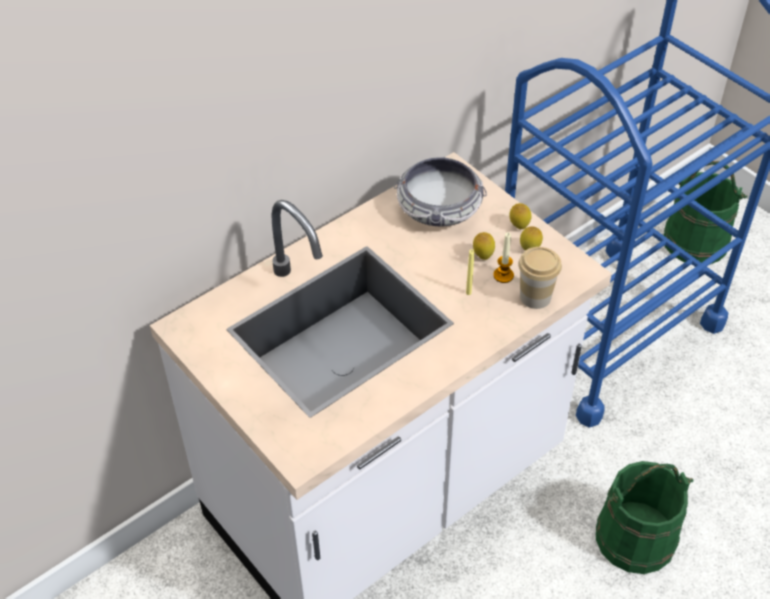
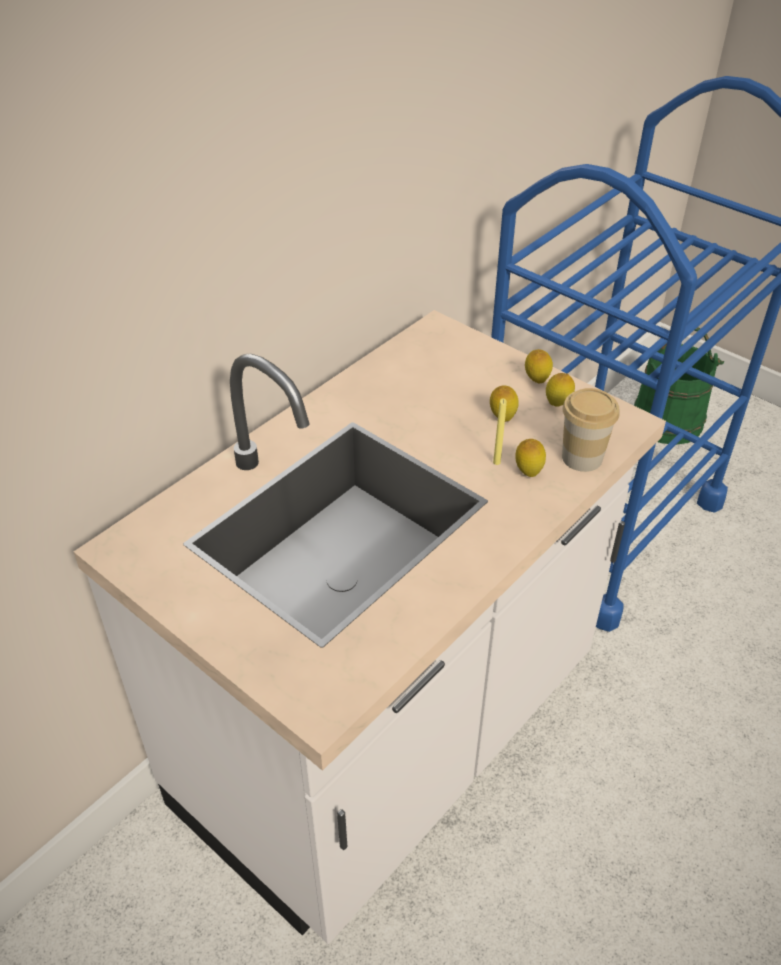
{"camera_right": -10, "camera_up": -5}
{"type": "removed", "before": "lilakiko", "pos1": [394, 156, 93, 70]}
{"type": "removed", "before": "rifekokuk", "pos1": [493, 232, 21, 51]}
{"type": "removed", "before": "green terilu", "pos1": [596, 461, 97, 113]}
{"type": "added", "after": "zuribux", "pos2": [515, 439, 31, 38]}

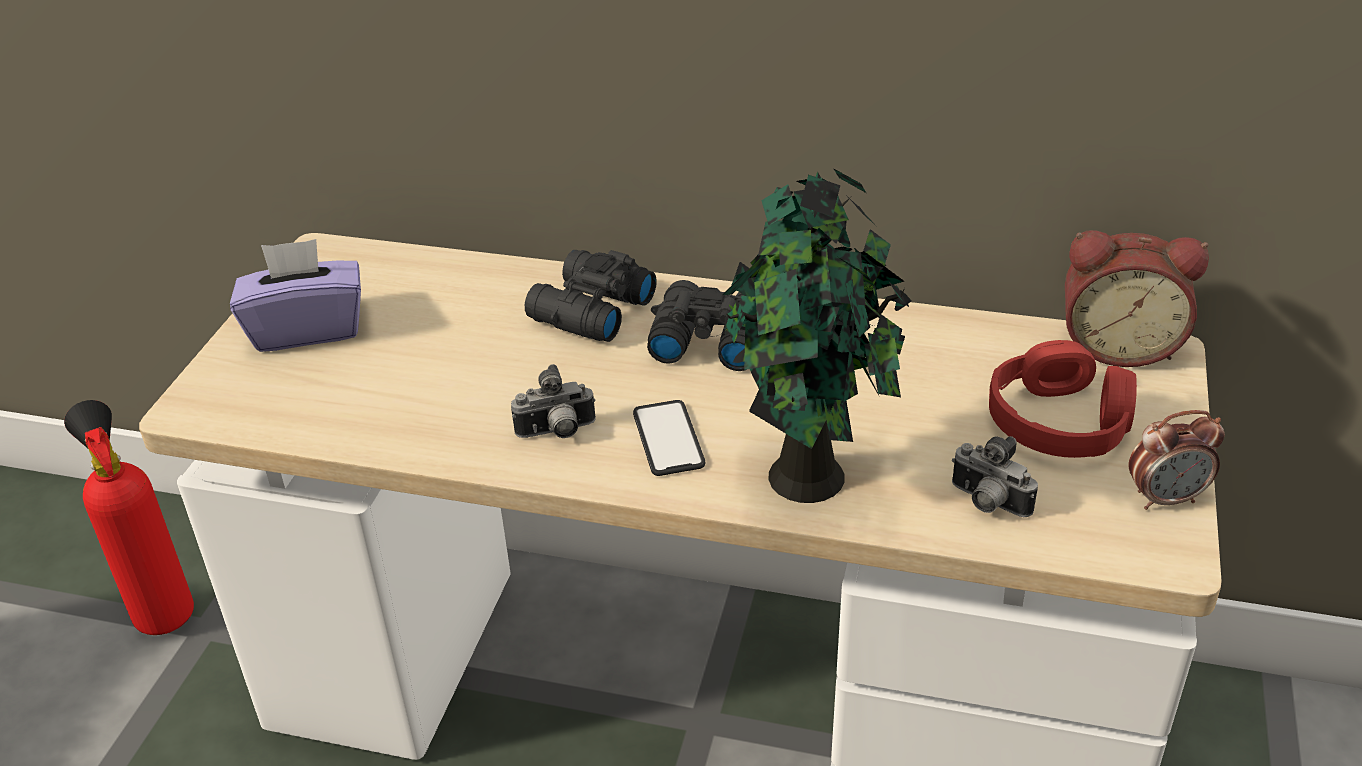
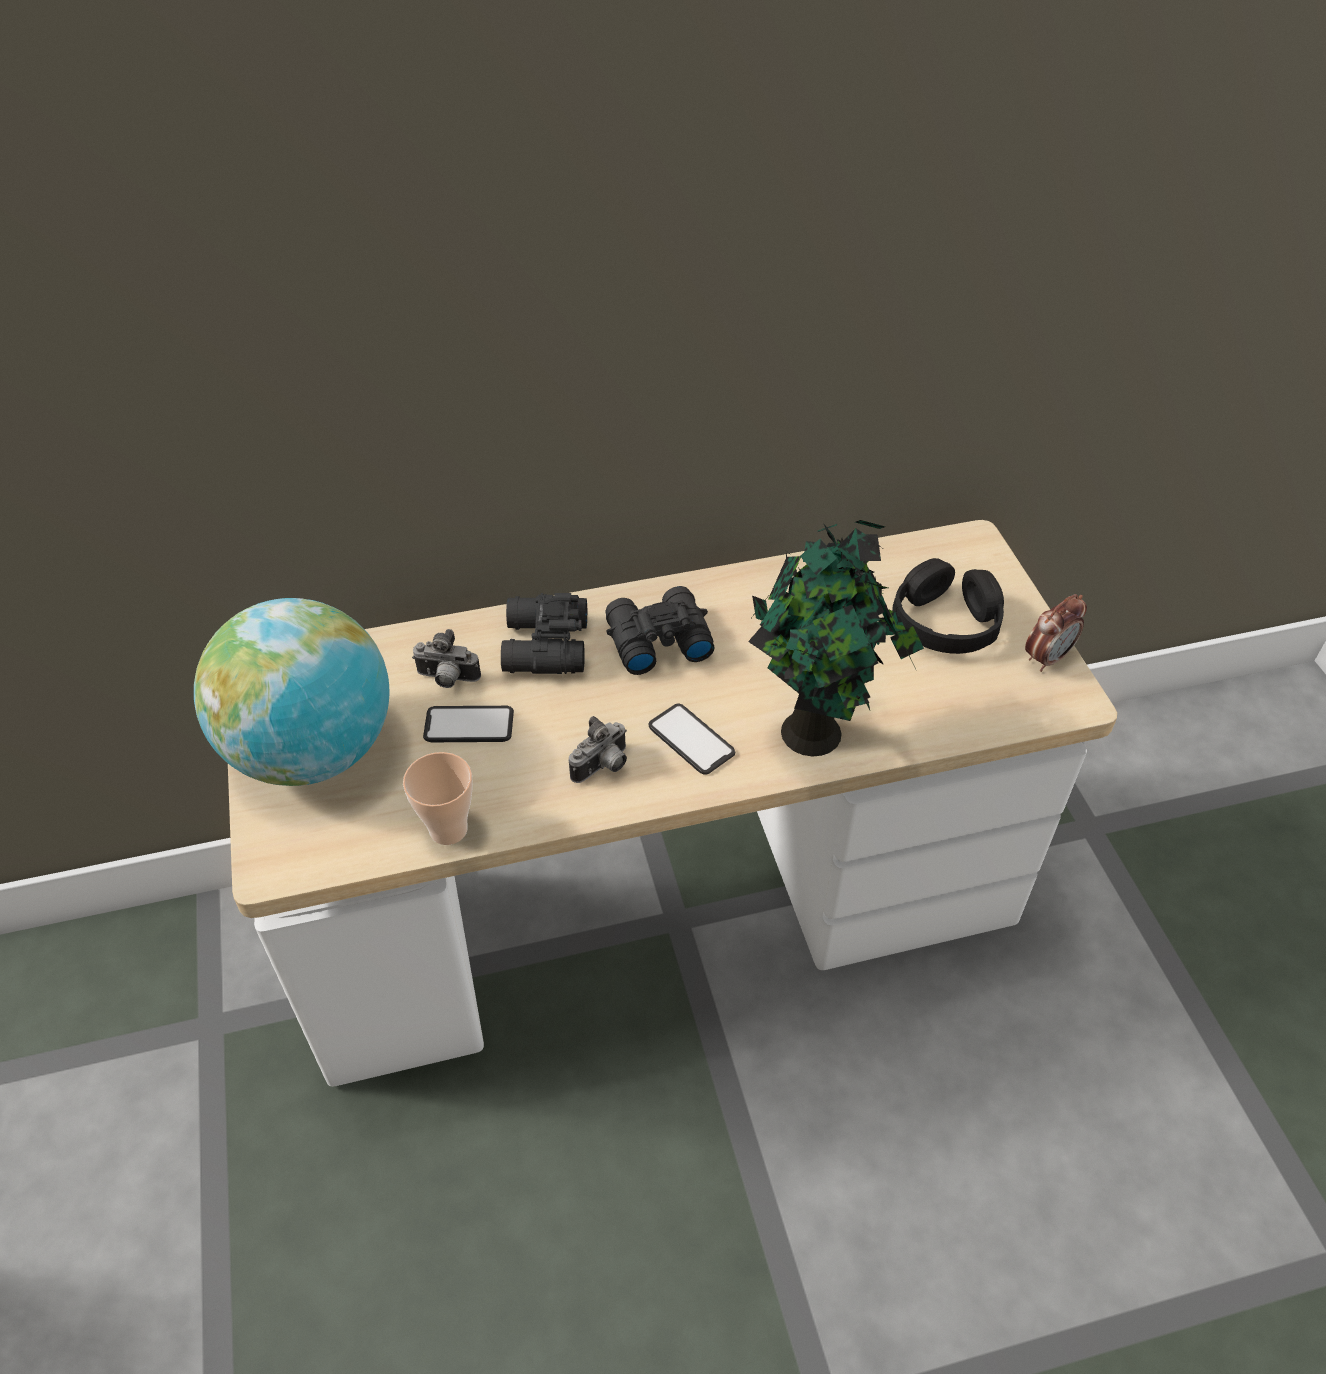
{"camera_right": -30, "camera_up": 10}
{"type": "removed", "before": "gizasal", "pos1": [1065, 230, 144, 137]}
{"type": "replaced", "before": "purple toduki", "after": "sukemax", "pos1": [230, 239, 131, 113], "pos2": [194, 598, 196, 188]}
{"type": "recoloured", "before": "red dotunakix", "after": "black dotunakix", "pos1": [989, 340, 148, 118], "pos2": [892, 558, 112, 96]}
{"type": "removed", "before": "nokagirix", "pos1": [64, 400, 130, 235]}
{"type": "moved", "before": "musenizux", "pos1": [952, 436, 86, 81], "pos2": [412, 629, 69, 59]}
{"type": "added", "after": "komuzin", "pos2": [423, 706, 91, 36]}
{"type": "added", "after": "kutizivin", "pos2": [403, 752, 70, 93]}

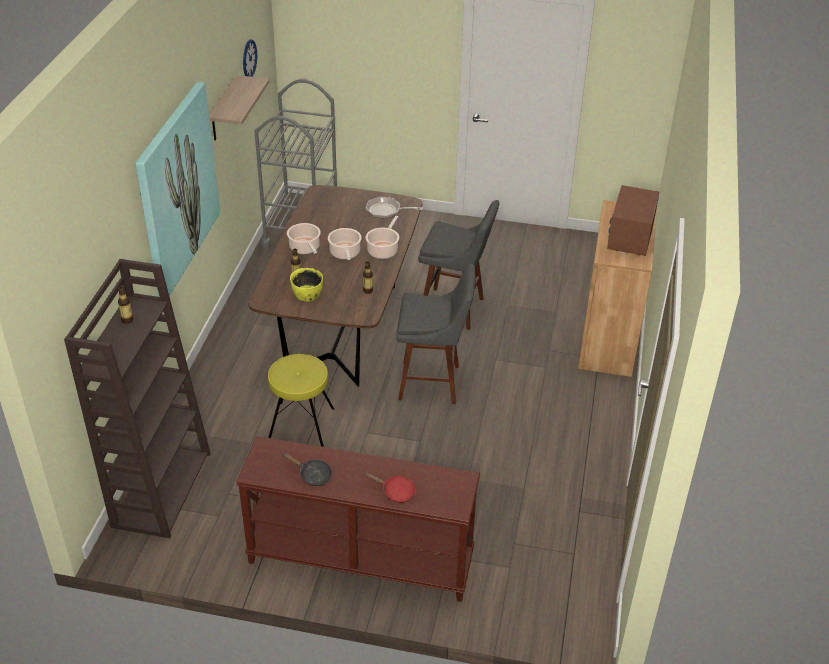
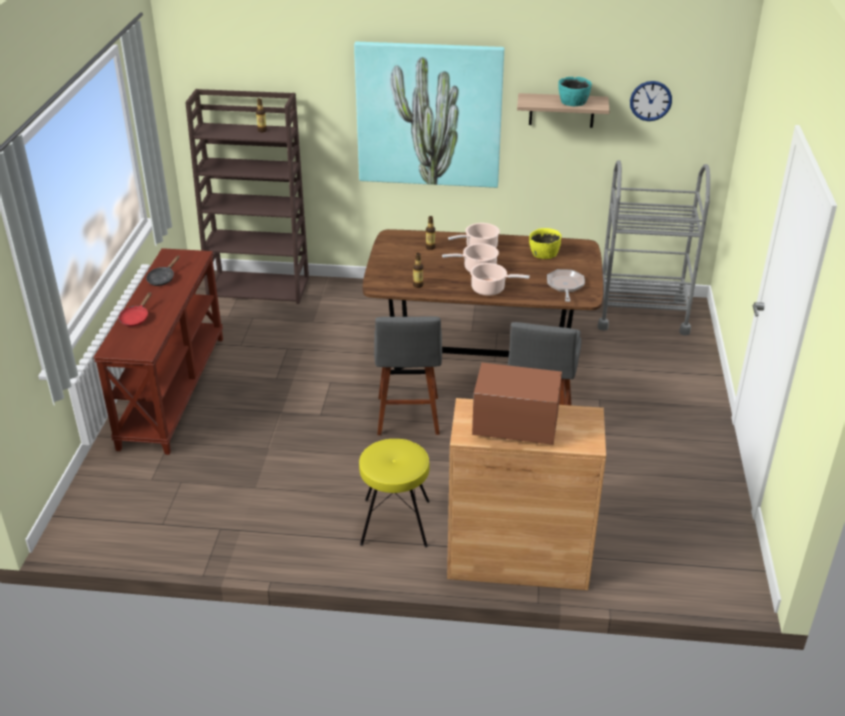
{"camera_right": 85, "camera_up": -5}
{"type": "moved", "before": "yellow lilakiko", "pos1": [290, 268, 33, 33], "pos2": [529, 228, 32, 31]}
{"type": "moved", "before": "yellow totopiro", "pos1": [268, 354, 66, 93], "pos2": [359, 439, 71, 108]}
{"type": "added", "after": "turquoise lilakiko", "pos2": [558, 77, 34, 29]}

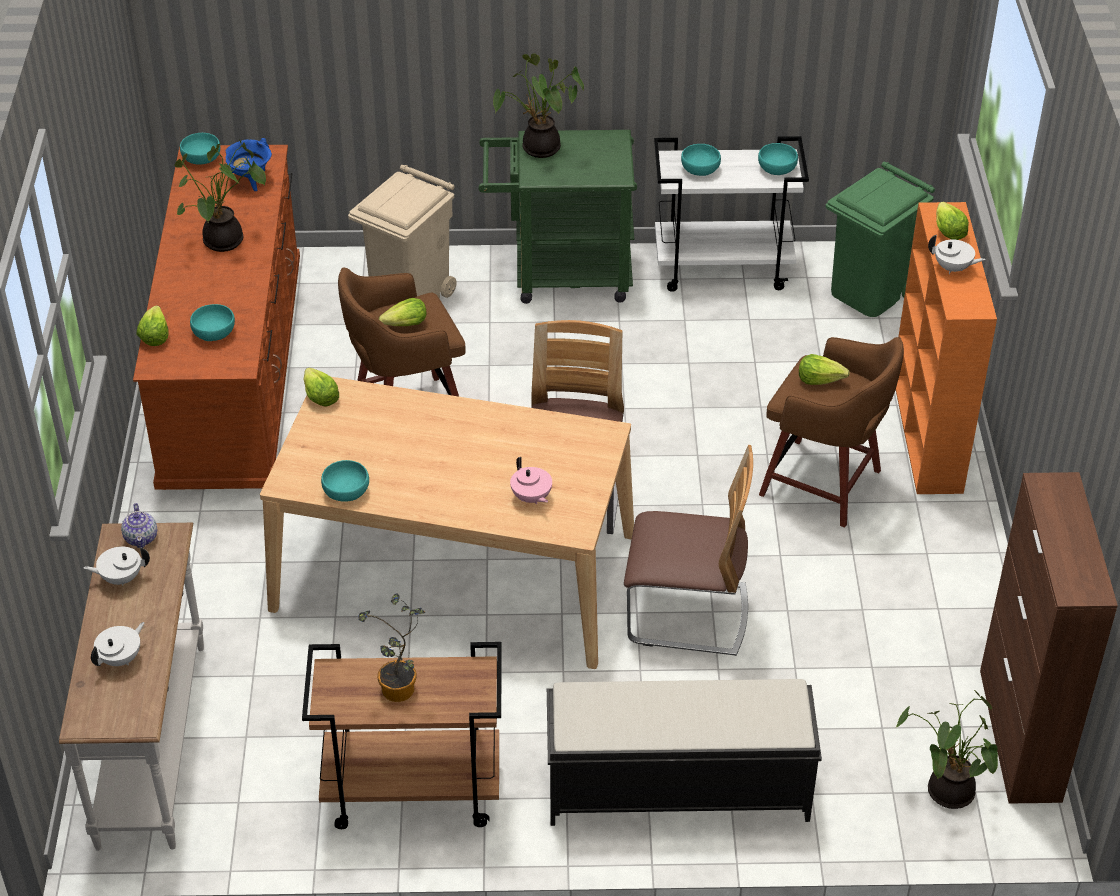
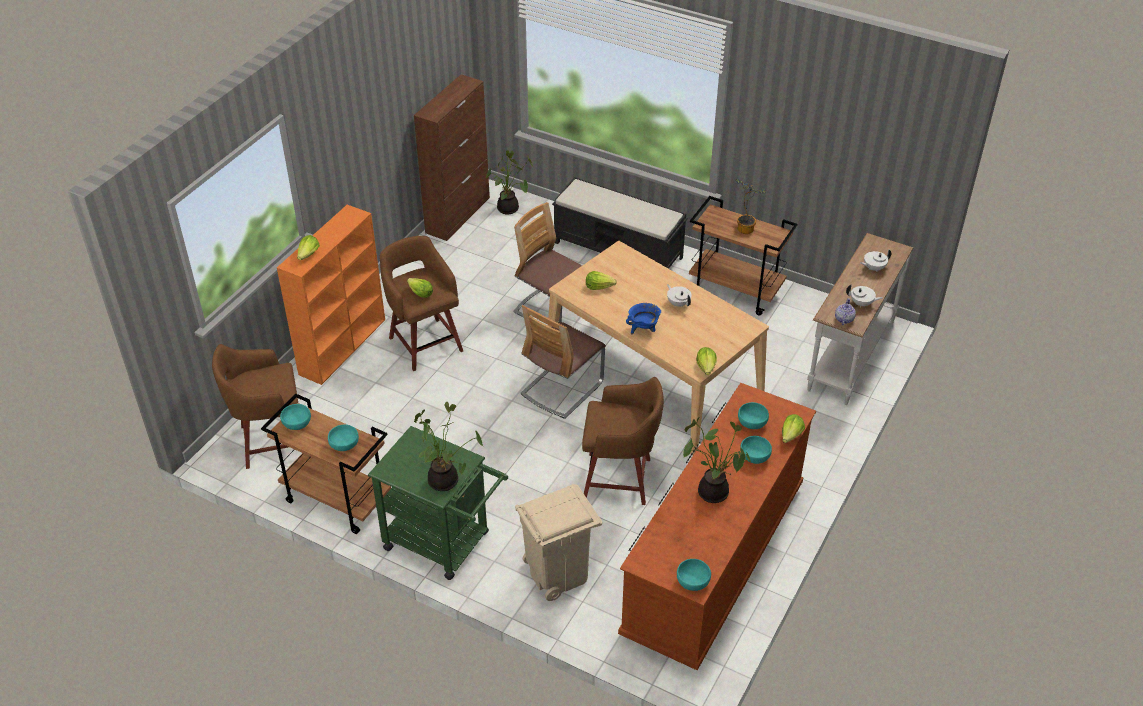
{"camera_right": -150, "camera_up": 0}
{"type": "recoloured", "before": "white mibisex", "after": "brown mibisex", "pos1": [654, 136, 155, 156], "pos2": [261, 394, 130, 140]}
{"type": "moved", "before": "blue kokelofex", "pos1": [225, 138, 47, 53], "pos2": [626, 303, 35, 32]}
{"type": "replaced", "before": "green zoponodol", "after": "brown totopiro", "pos1": [826, 162, 109, 155], "pos2": [212, 344, 86, 125]}
{"type": "moved", "before": "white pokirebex", "pos1": [928, 235, 58, 39], "pos2": [667, 284, 25, 23]}
{"type": "moved", "before": "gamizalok", "pos1": [379, 298, 47, 28], "pos2": [586, 271, 31, 19]}
{"type": "removed", "before": "pink pokirebex", "pos1": [510, 457, 42, 47]}
{"type": "moved", "before": "turquoise lilakiko", "pos1": [321, 460, 48, 42], "pos2": [740, 436, 32, 28]}

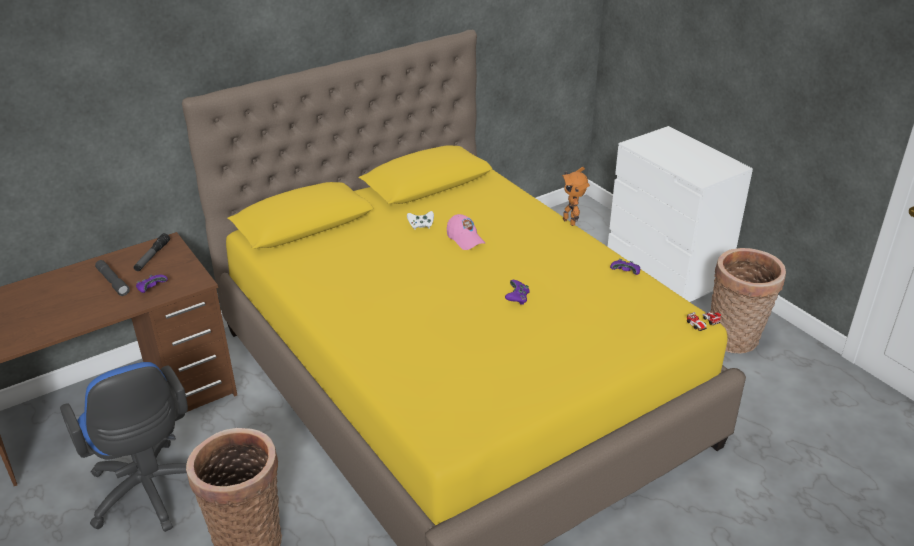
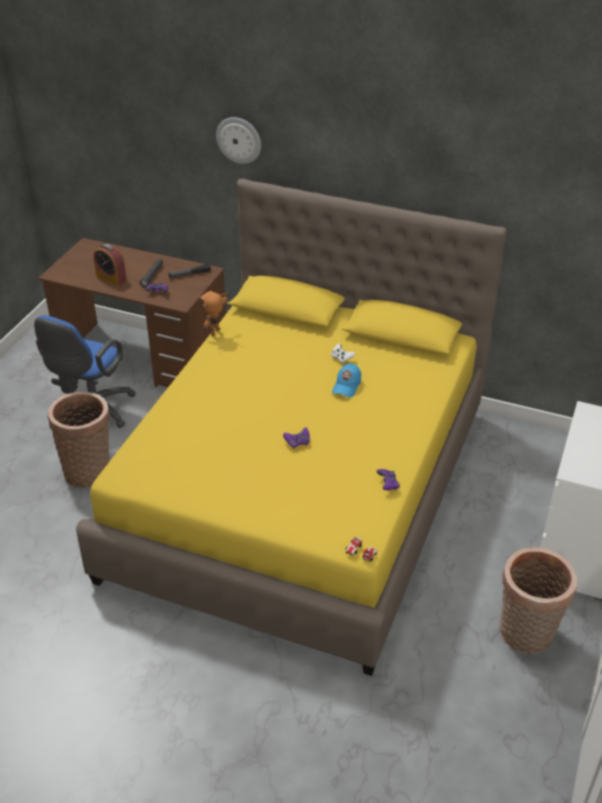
{"camera_right": 55, "camera_up": 5}
{"type": "moved", "before": "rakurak", "pos1": [562, 167, 28, 59], "pos2": [200, 291, 29, 45]}
{"type": "recoloured", "before": "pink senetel", "after": "blue senetel", "pos1": [447, 214, 38, 36], "pos2": [332, 363, 29, 34]}
{"type": "added", "after": "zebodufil", "pos2": [216, 117, 45, 47]}
{"type": "added", "after": "gizasal", "pos2": [94, 244, 33, 42]}

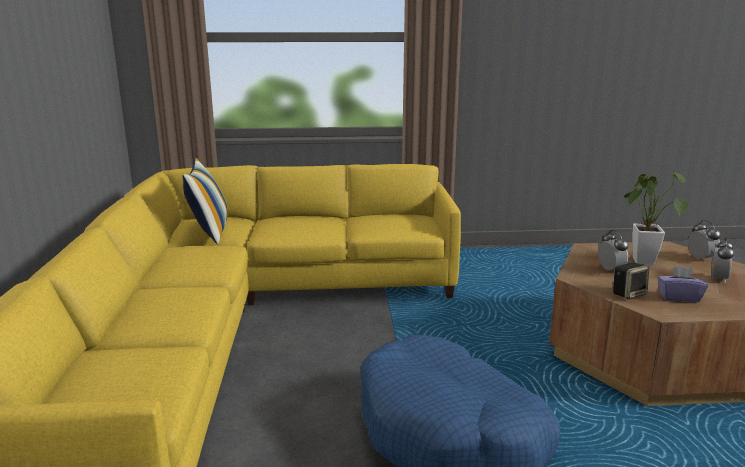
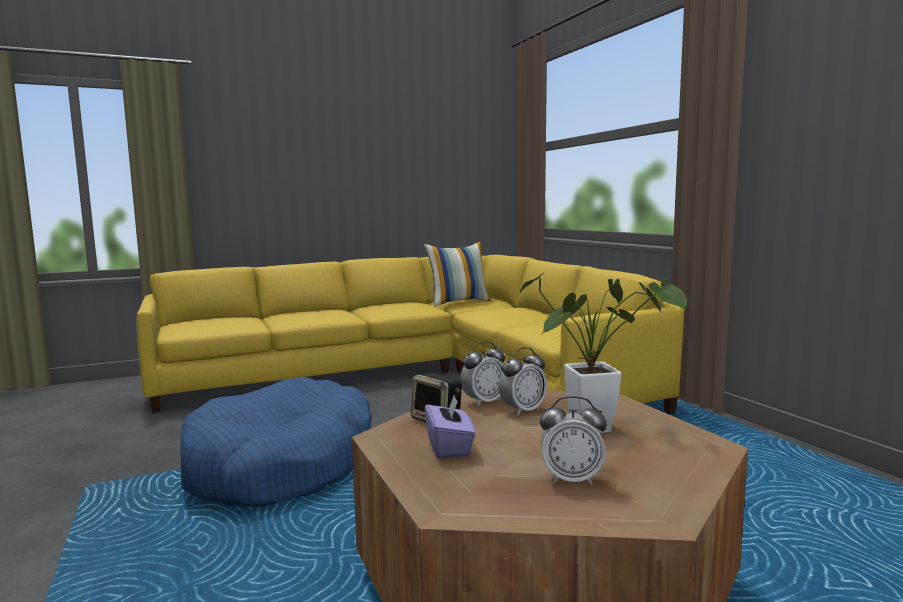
{"camera_right": 70, "camera_up": -10}
{"type": "moved", "before": "gizasal", "pos1": [688, 220, 33, 41], "pos2": [460, 341, 45, 66]}

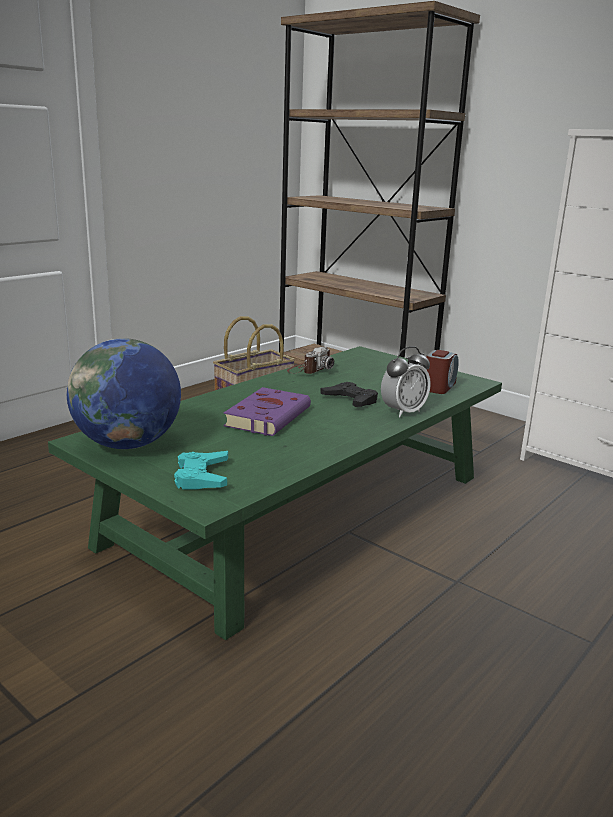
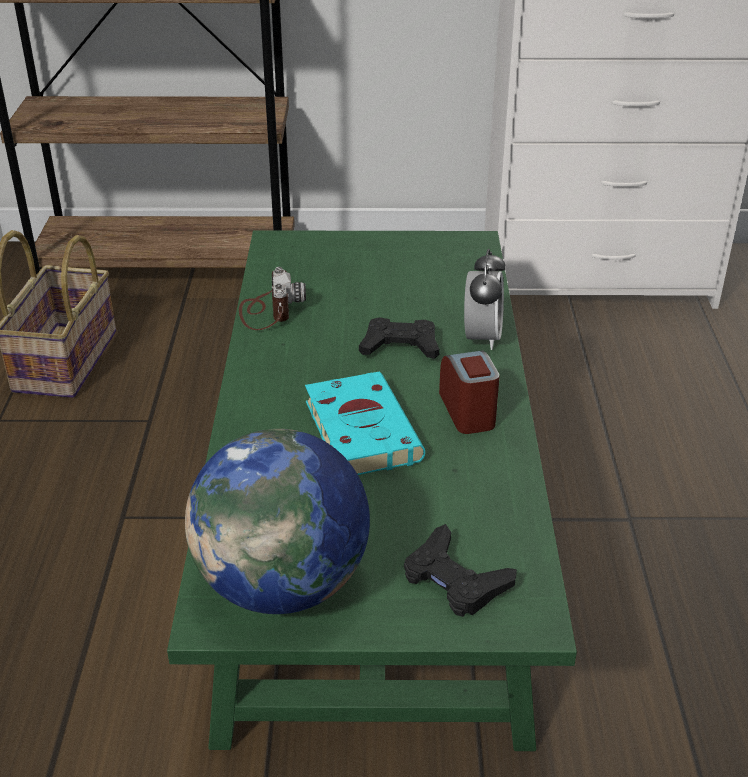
{"camera_right": -40, "camera_up": 15}
{"type": "moved", "before": "gizasal", "pos1": [426, 350, 33, 44], "pos2": [439, 350, 61, 84]}
{"type": "recoloured", "before": "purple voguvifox", "after": "turquoise voguvifox", "pos1": [223, 387, 88, 49], "pos2": [305, 371, 120, 104]}
{"type": "recoloured", "before": "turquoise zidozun", "after": "black zidozun", "pos1": [174, 451, 54, 39], "pos2": [404, 524, 113, 93]}

